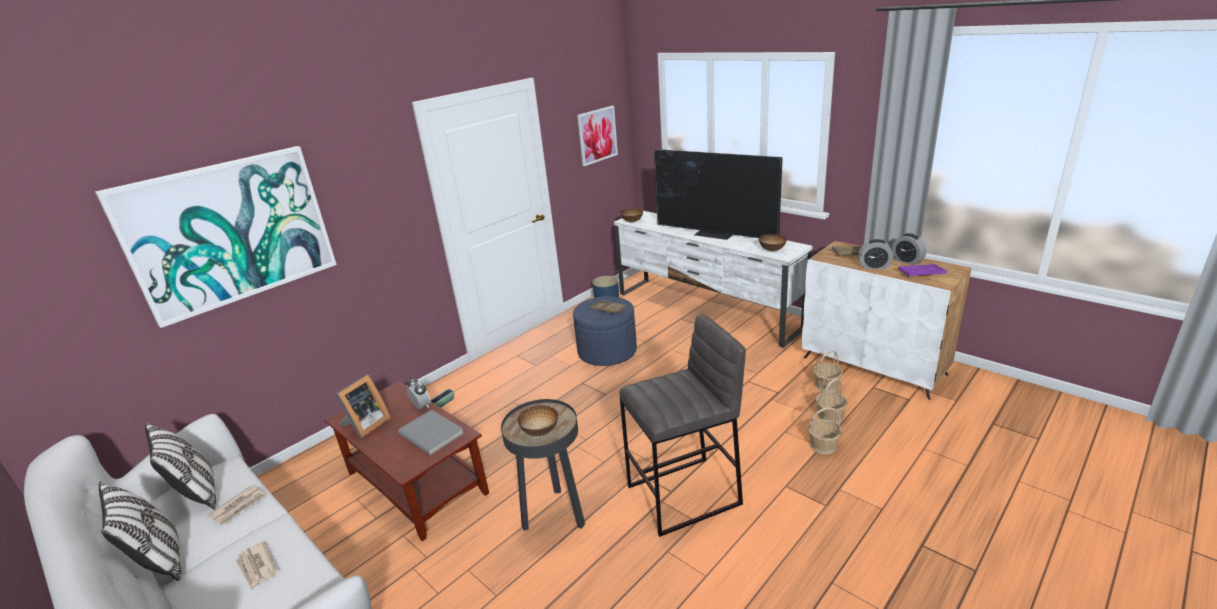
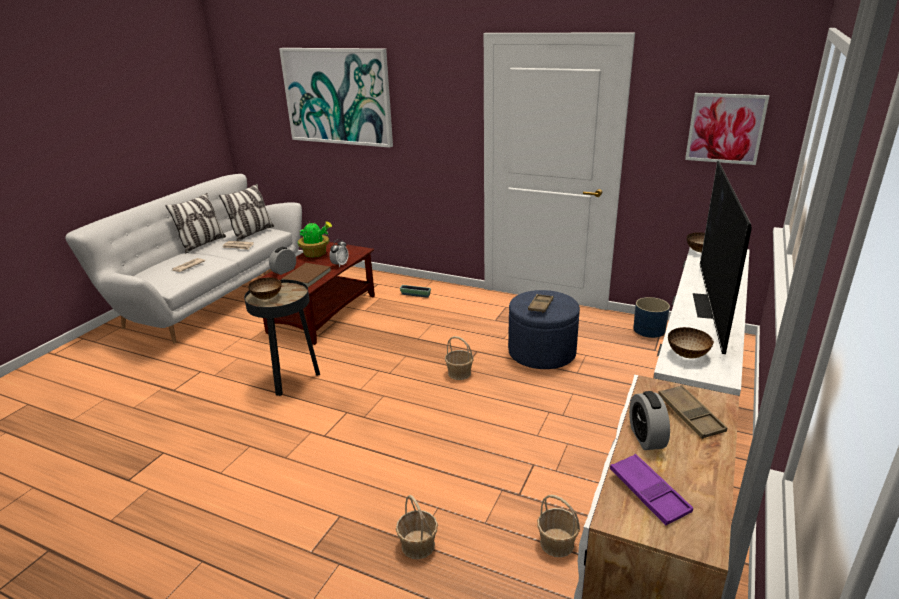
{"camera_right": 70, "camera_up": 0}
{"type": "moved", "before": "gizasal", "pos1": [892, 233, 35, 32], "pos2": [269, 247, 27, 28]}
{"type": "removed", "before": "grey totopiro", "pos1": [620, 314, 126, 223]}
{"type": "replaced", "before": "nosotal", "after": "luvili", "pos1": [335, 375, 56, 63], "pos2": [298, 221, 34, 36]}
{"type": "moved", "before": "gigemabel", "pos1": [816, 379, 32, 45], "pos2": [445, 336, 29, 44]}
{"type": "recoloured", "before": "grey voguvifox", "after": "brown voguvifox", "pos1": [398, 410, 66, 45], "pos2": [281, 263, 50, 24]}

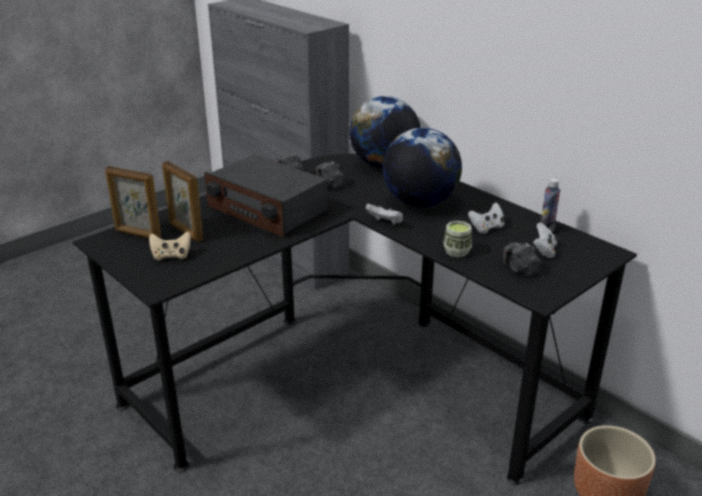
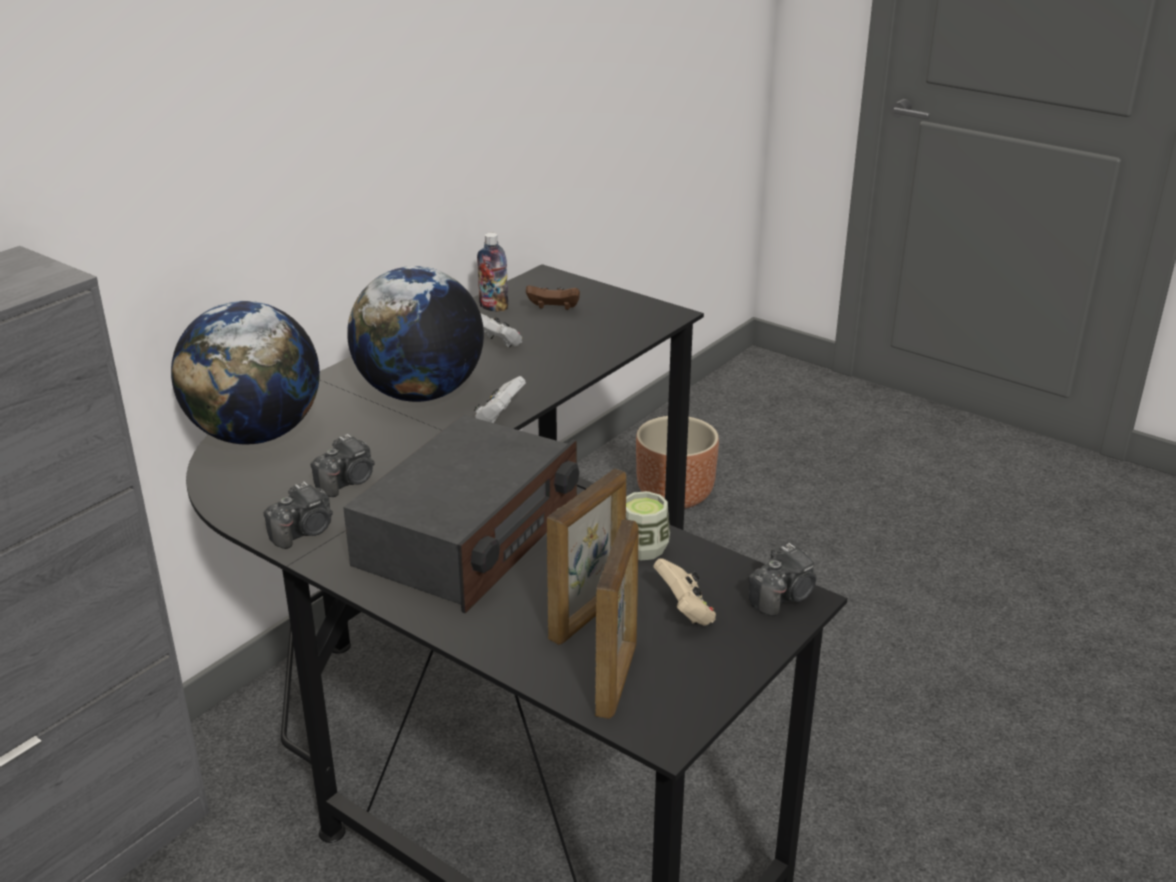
{"camera_right": -100, "camera_up": 0}
{"type": "moved", "before": "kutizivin", "pos1": [443, 221, 29, 37], "pos2": [626, 491, 44, 70]}
{"type": "recoloured", "before": "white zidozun", "after": "brown zidozun", "pos1": [533, 222, 25, 36], "pos2": [526, 285, 54, 25]}
{"type": "moved", "before": "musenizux", "pos1": [503, 242, 38, 34], "pos2": [748, 543, 68, 73]}

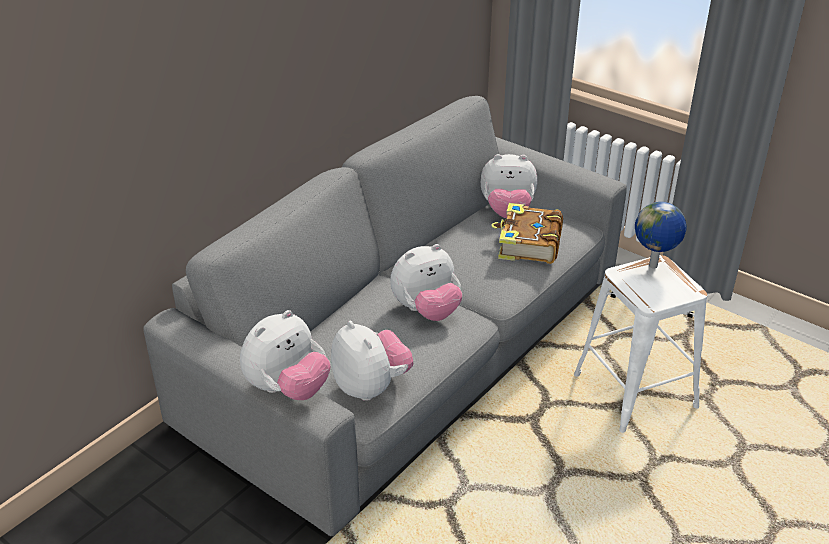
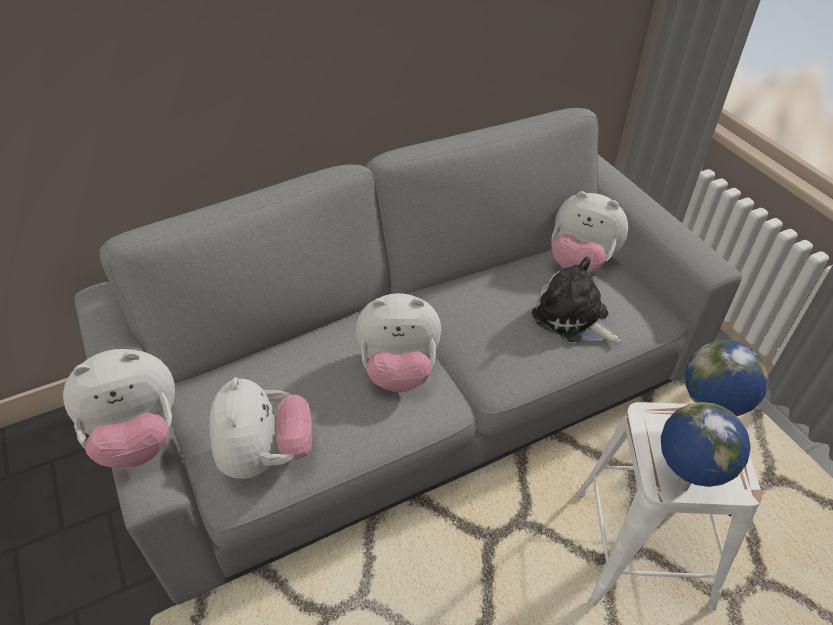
{"camera_right": 25, "camera_up": 10}
{"type": "replaced", "before": "voguvifox", "after": "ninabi", "pos1": [491, 203, 72, 61], "pos2": [532, 257, 89, 85]}
{"type": "added", "after": "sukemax", "pos2": [661, 402, 90, 89]}

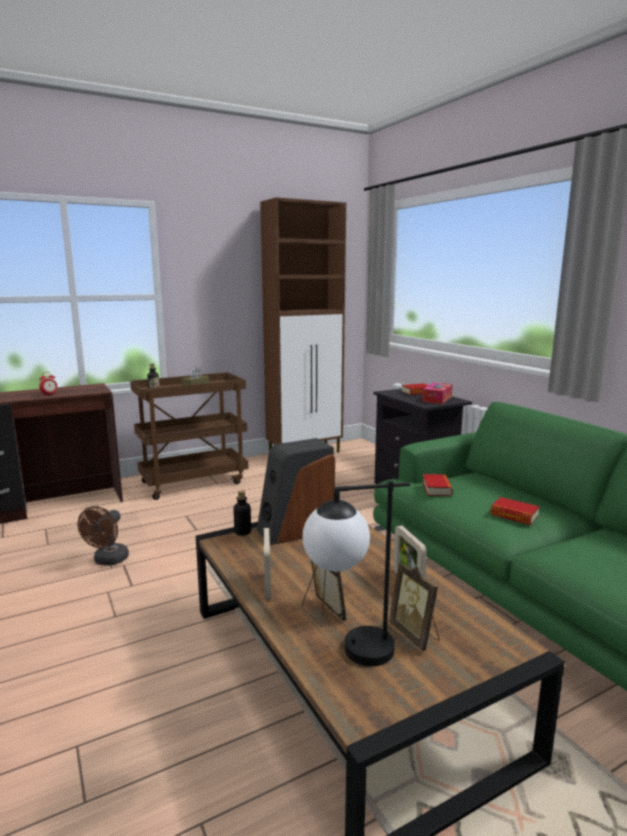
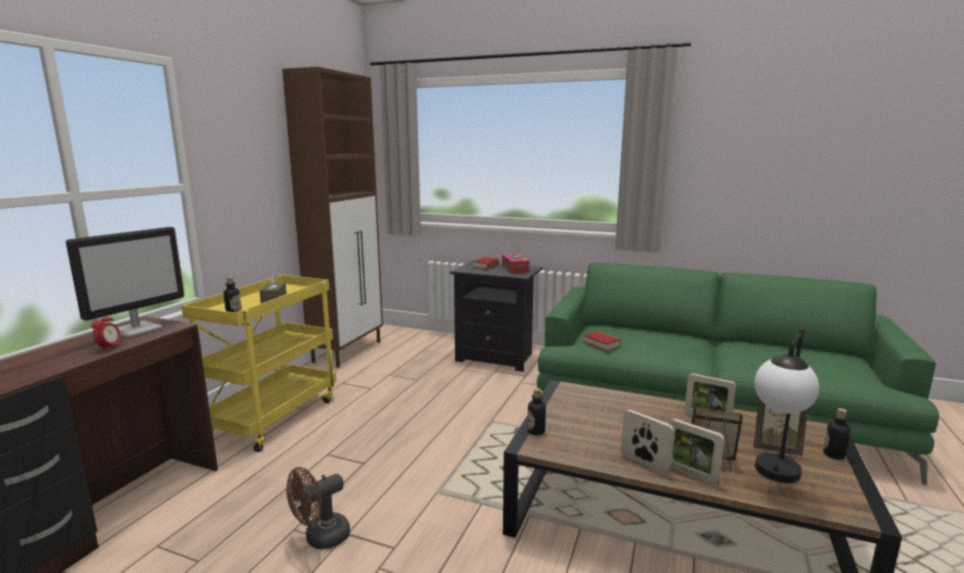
{"camera_right": -40, "camera_up": 0}
{"type": "recoloured", "before": "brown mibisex", "after": "yellow mibisex", "pos1": [130, 372, 118, 128], "pos2": [181, 275, 155, 177]}
{"type": "removed", "before": "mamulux", "pos1": [257, 438, 78, 107]}
{"type": "removed", "before": "voguvifox", "pos1": [490, 497, 49, 28]}
{"type": "turned", "before": "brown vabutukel", "pos1": [78, 506, 51, 59], "pos2": [286, 467, 64, 82], "turn": 75}
{"type": "added", "after": "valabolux", "pos2": [66, 227, 119, 110]}
{"type": "added", "after": "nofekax", "pos2": [823, 408, 27, 51]}
{"type": "added", "after": "nosotal", "pos2": [668, 418, 57, 66]}

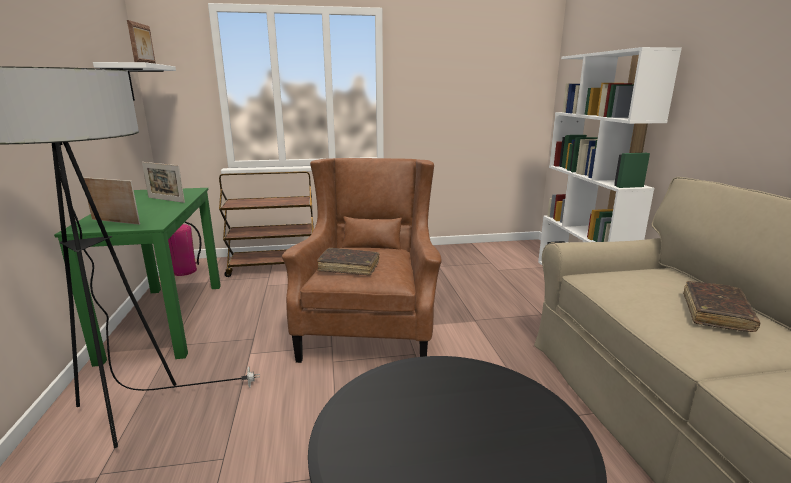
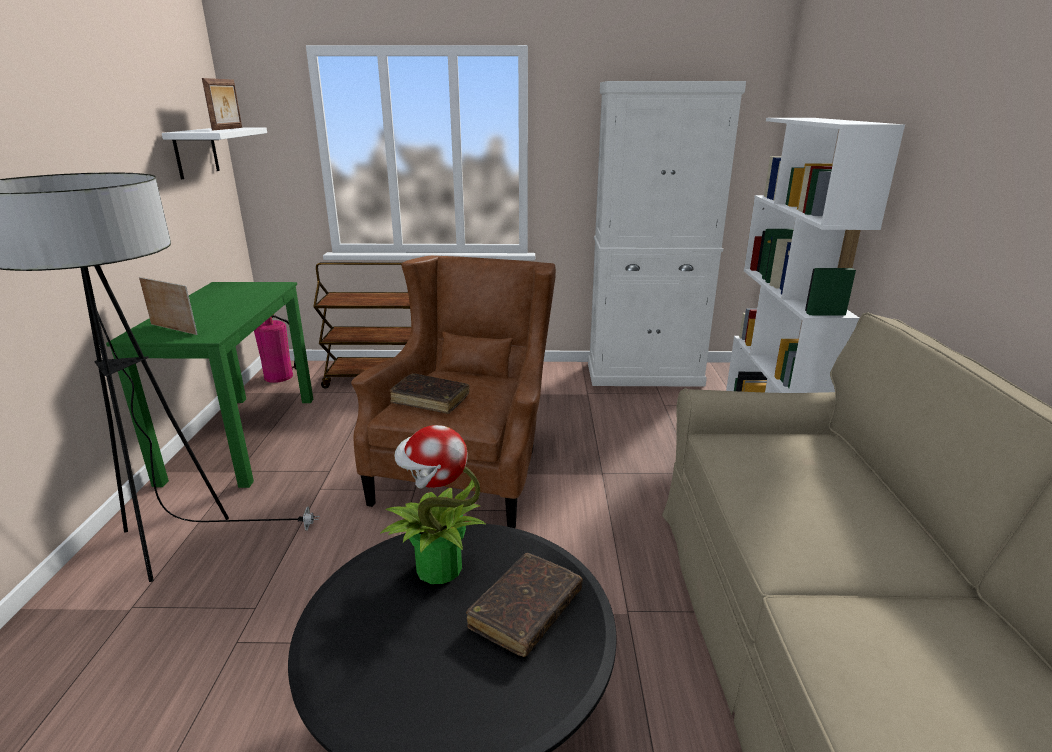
{"camera_right": 10, "camera_up": 5}
{"type": "removed", "before": "nosotal", "pos1": [142, 162, 43, 41]}
{"type": "moved", "before": "brown voguvifox", "pos1": [683, 281, 78, 51], "pos2": [466, 553, 117, 104]}
{"type": "added", "after": "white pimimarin", "pos2": [588, 81, 158, 306]}
{"type": "added", "after": "luvili", "pos2": [380, 425, 106, 159]}

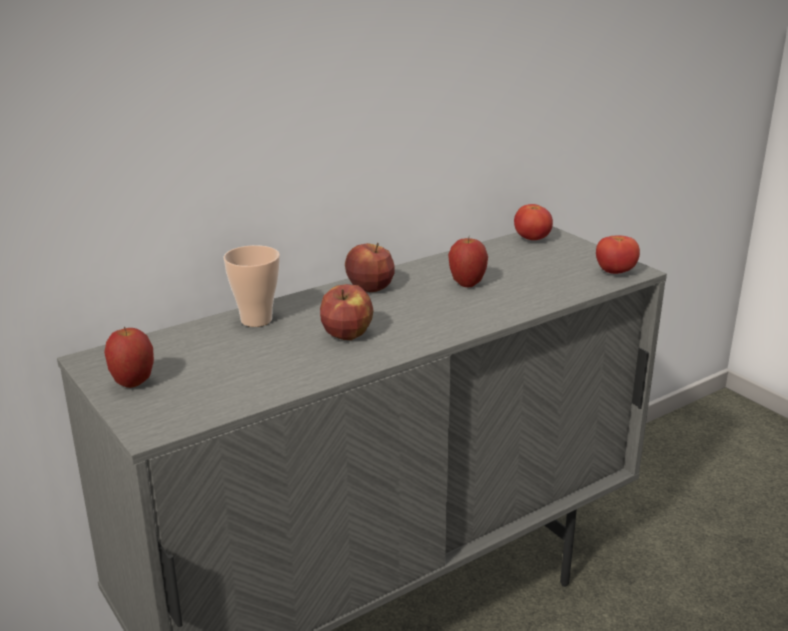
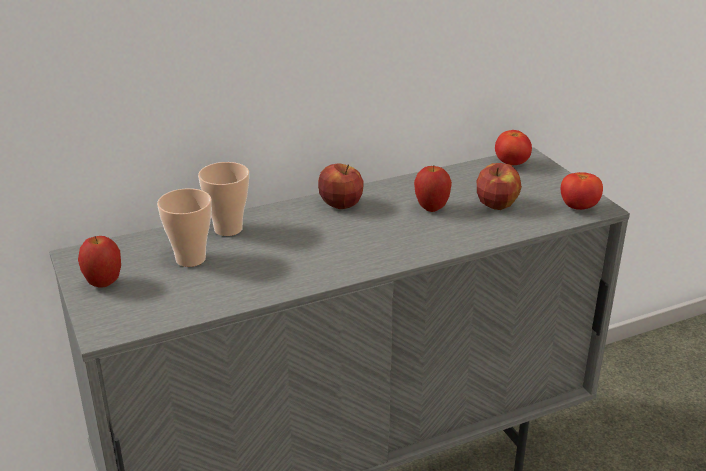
{"camera_right": 10, "camera_up": 5}
{"type": "moved", "before": "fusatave", "pos1": [320, 284, 54, 56], "pos2": [477, 163, 45, 47]}
{"type": "added", "after": "kutizivin", "pos2": [157, 188, 55, 79]}

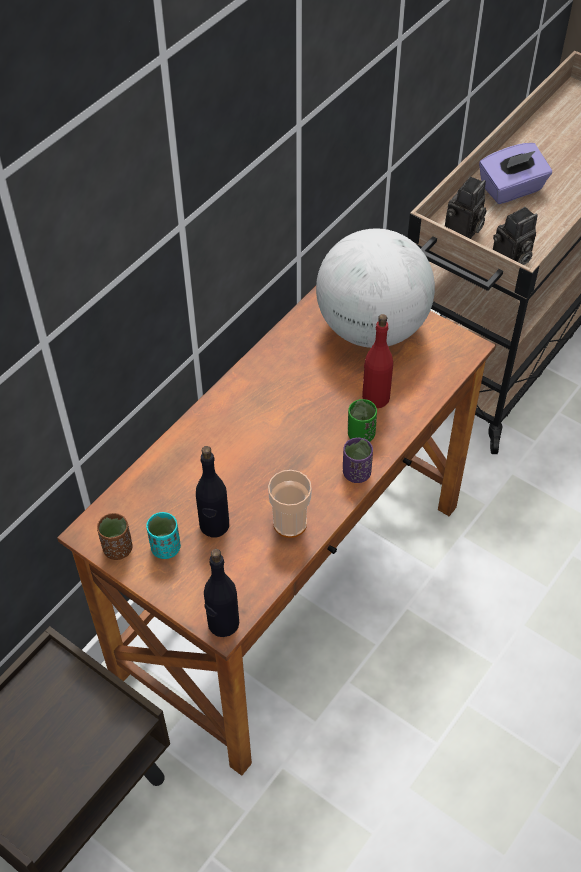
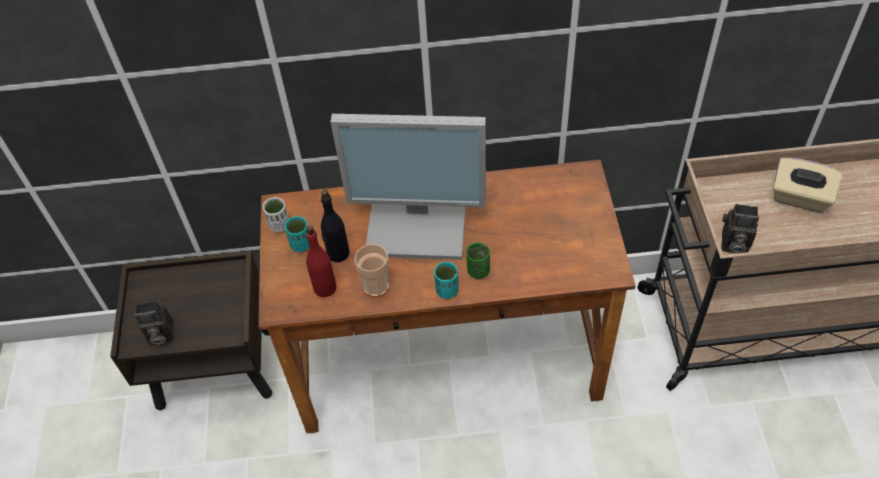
{"camera_right": 50, "camera_up": 0}
{"type": "recoloured", "before": "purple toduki", "after": "beige toduki", "pos1": [479, 143, 73, 61], "pos2": [773, 158, 69, 55]}
{"type": "moved", "before": "musenizux", "pos1": [445, 176, 41, 63], "pos2": [134, 301, 40, 44]}
{"type": "removed", "before": "sukemax", "pos1": [316, 228, 119, 120]}
{"type": "moved", "before": "red nofekax", "pos1": [362, 314, 31, 94], "pos2": [306, 225, 30, 72]}
{"type": "recoloured", "before": "purple kutizivin", "after": "turquoise kutizivin", "pos1": [343, 438, 30, 45], "pos2": [434, 262, 25, 37]}
{"type": "recoloured", "before": "brown kutizivin", "after": "white kutizivin", "pos1": [97, 513, 36, 47], "pos2": [263, 197, 26, 35]}
{"type": "removed", "before": "black nofekax", "pos1": [204, 549, 35, 88]}
{"type": "added", "after": "valabolux", "pos2": [331, 114, 155, 146]}

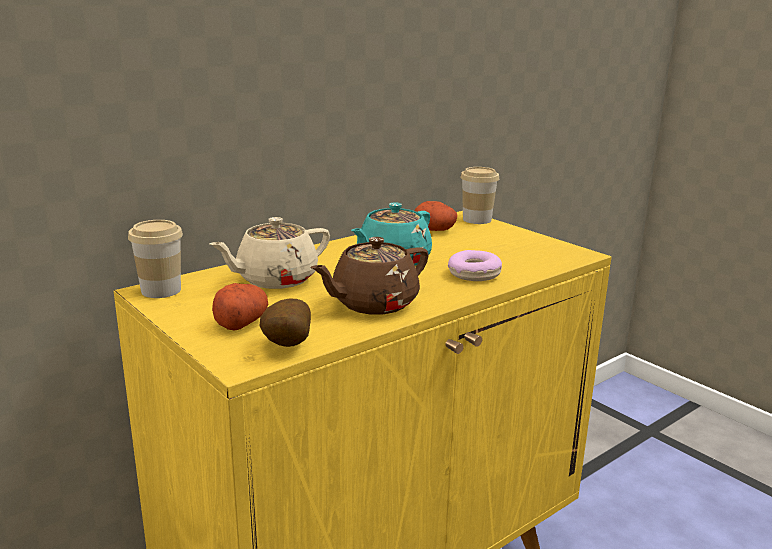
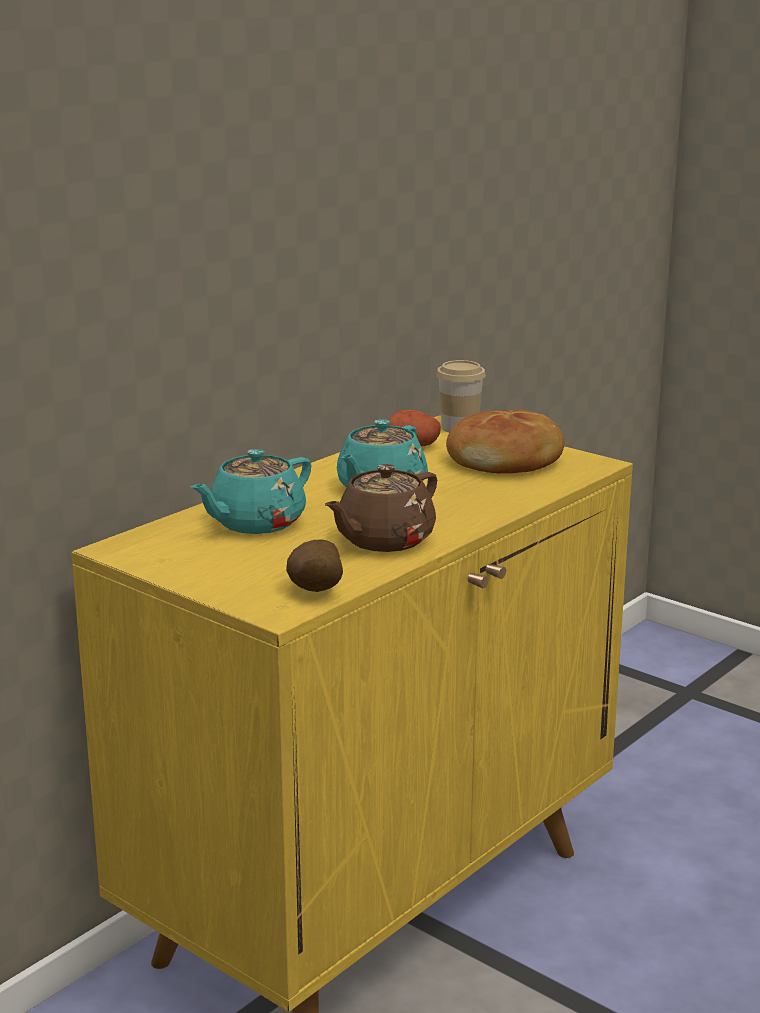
{"camera_right": -10, "camera_up": 0}
{"type": "recoloured", "before": "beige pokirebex", "after": "turquoise pokirebex", "pos1": [209, 217, 121, 72], "pos2": [191, 449, 121, 85]}
{"type": "removed", "before": "kutizivin", "pos1": [128, 220, 55, 78]}
{"type": "removed", "before": "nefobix", "pos1": [448, 250, 54, 31]}
{"type": "removed", "before": "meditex", "pos1": [212, 283, 56, 48]}
{"type": "added", "after": "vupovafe", "pos2": [446, 410, 119, 63]}

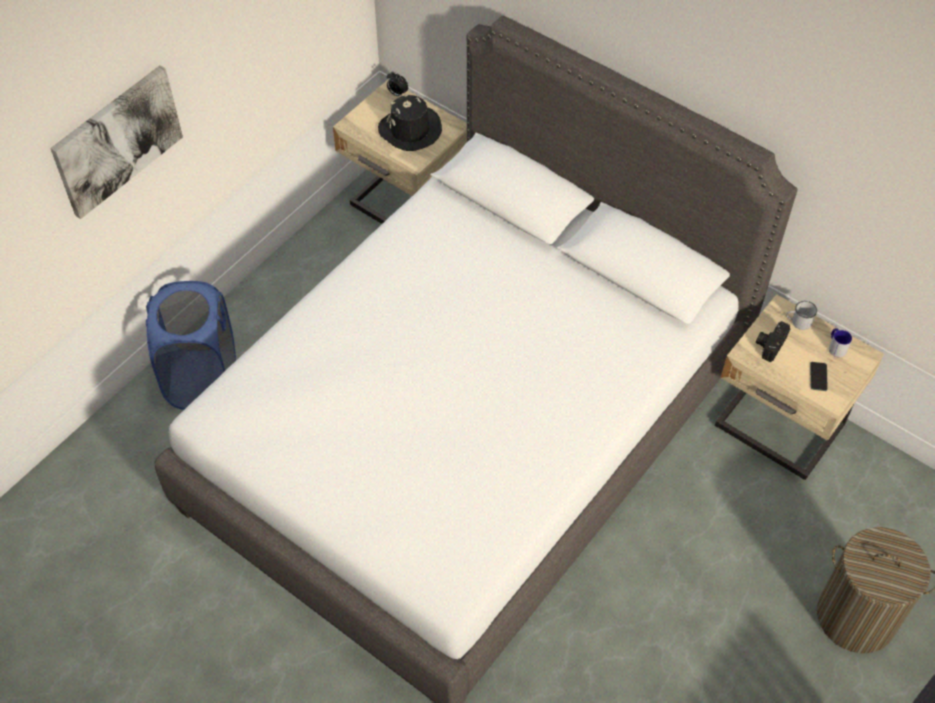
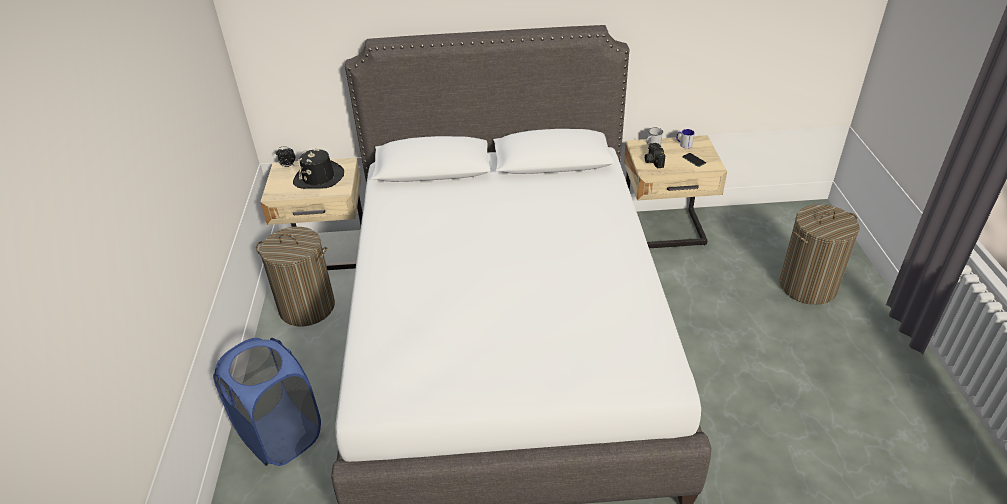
{"camera_right": -40, "camera_up": -15}
{"type": "removed", "before": "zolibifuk", "pos1": [50, 65, 133, 154]}
{"type": "added", "after": "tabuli", "pos2": [256, 227, 79, 99]}

